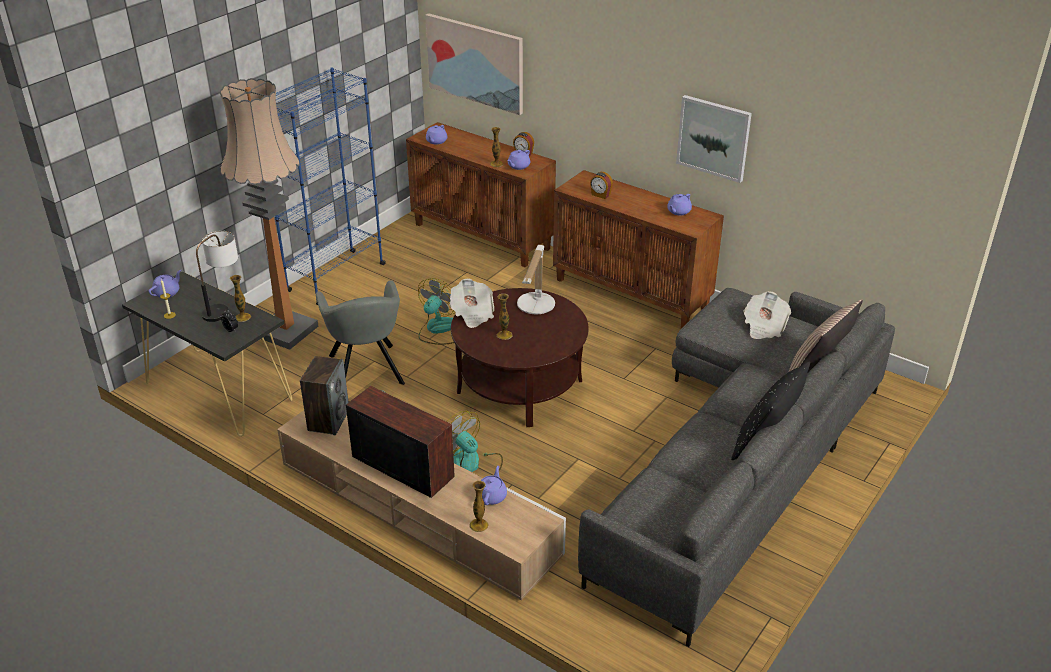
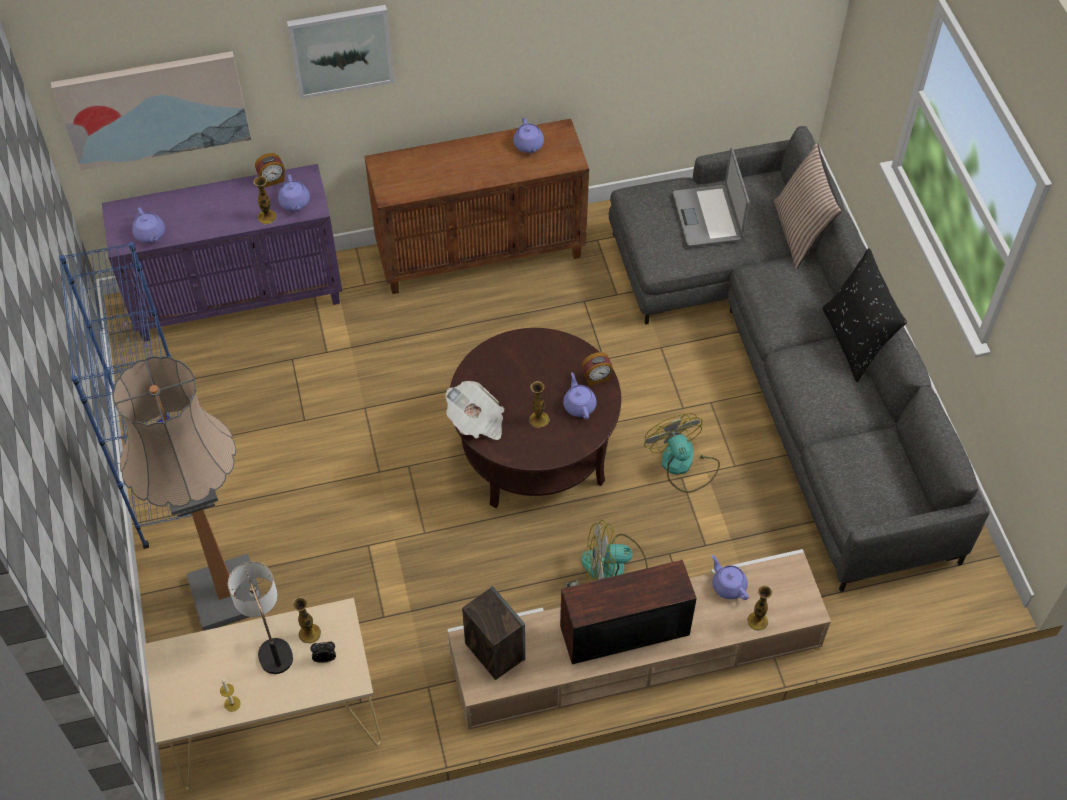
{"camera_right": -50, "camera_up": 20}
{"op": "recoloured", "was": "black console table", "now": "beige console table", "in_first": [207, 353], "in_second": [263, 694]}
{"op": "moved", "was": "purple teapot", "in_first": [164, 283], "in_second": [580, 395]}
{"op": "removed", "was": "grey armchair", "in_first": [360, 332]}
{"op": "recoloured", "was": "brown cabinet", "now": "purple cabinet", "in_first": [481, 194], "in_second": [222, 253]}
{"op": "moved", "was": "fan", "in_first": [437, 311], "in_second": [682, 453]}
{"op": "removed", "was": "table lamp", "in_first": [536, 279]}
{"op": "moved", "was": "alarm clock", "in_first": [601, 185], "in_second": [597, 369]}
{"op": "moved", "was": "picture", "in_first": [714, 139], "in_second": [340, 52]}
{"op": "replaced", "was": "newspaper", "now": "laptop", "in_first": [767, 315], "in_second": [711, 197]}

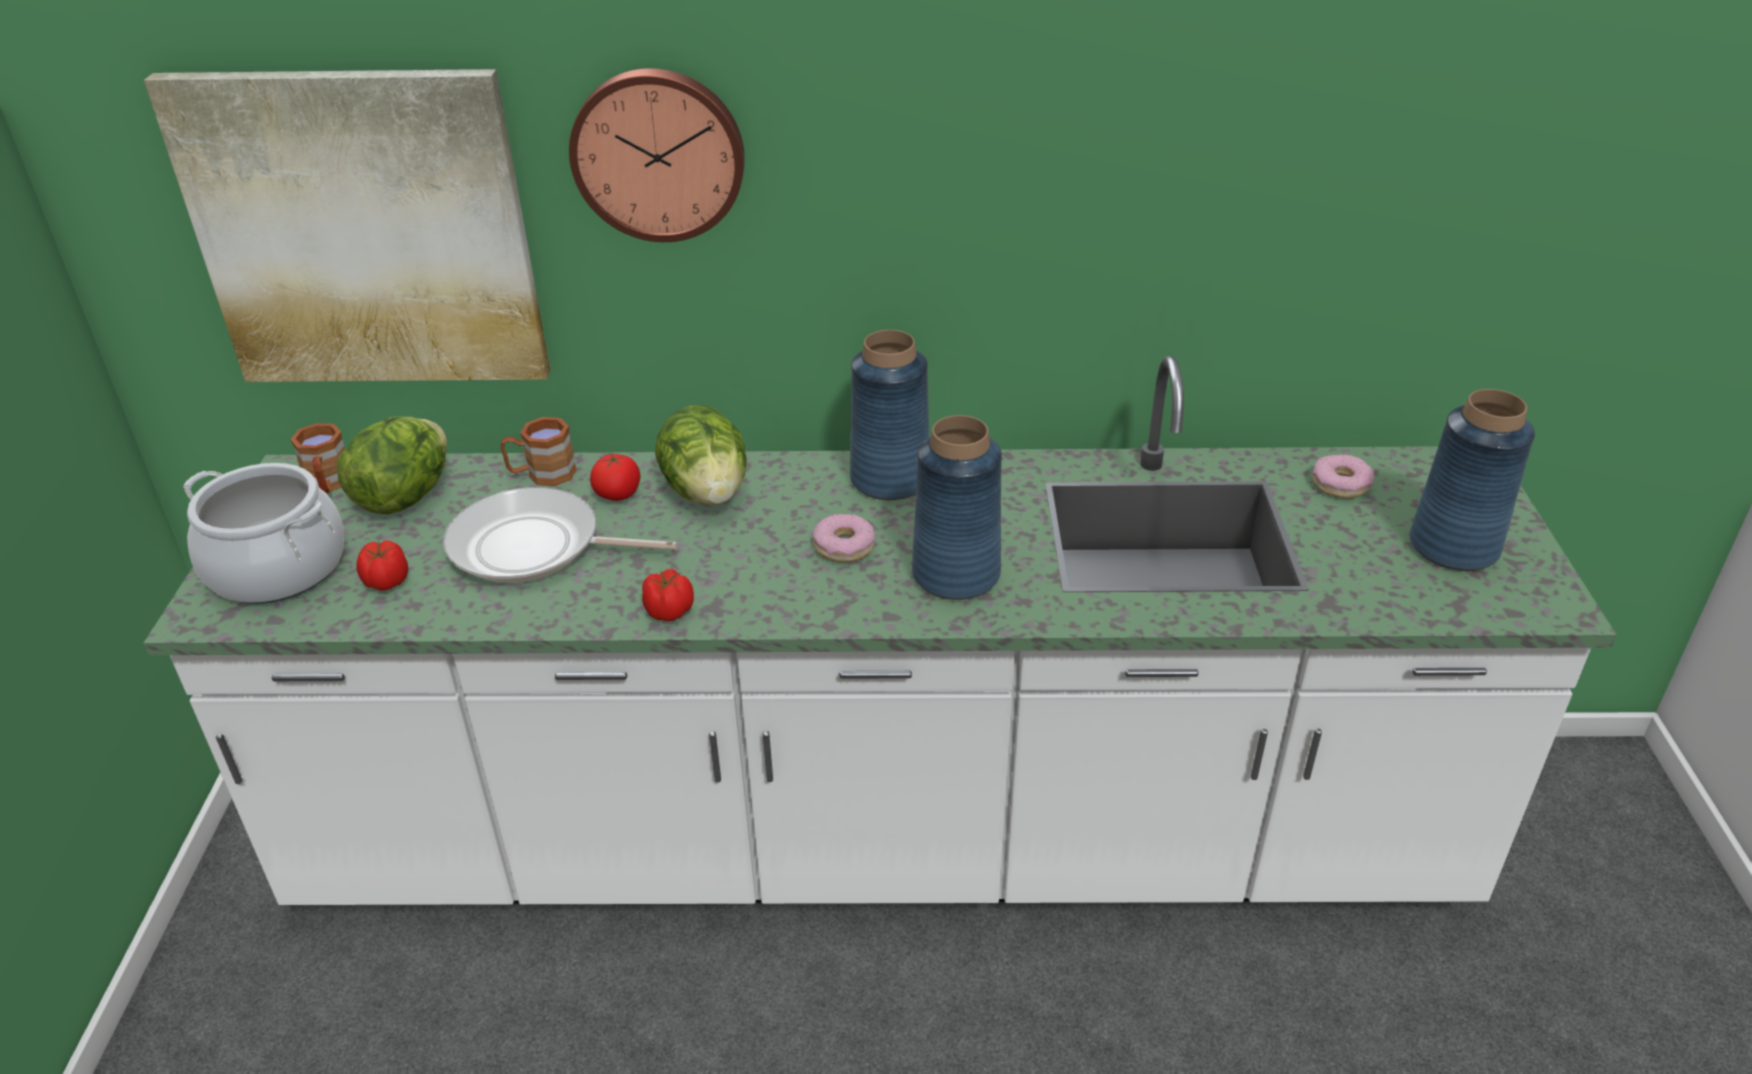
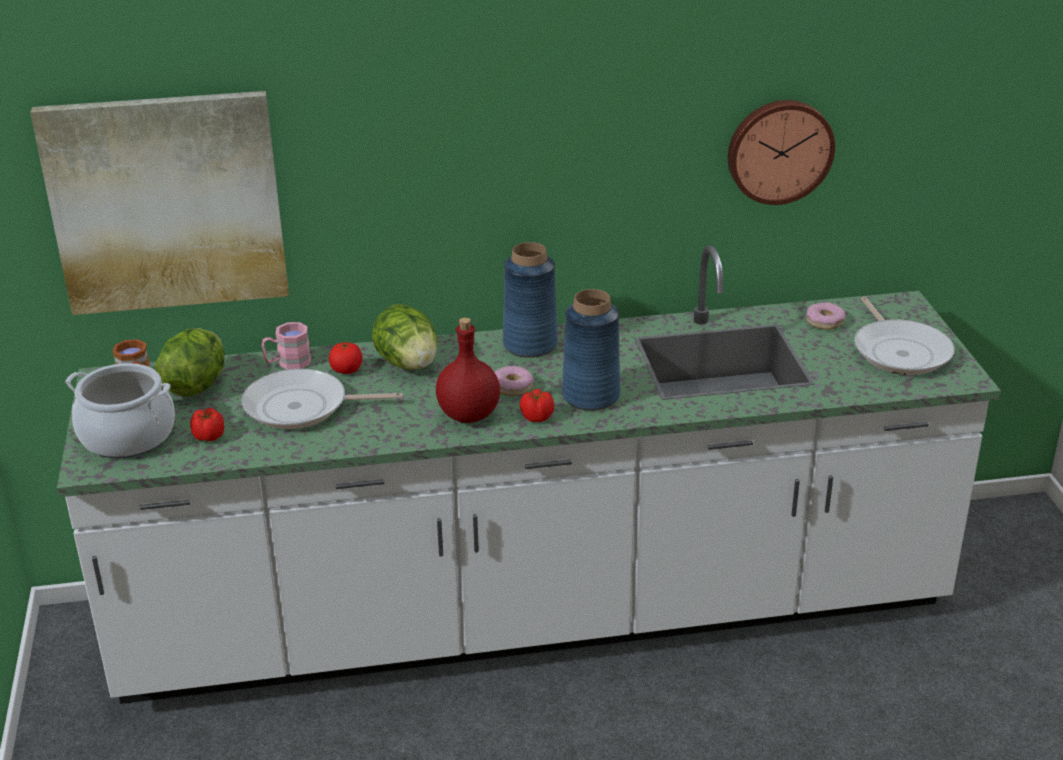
{"camera_right": -10, "camera_up": -5}
{"op": "recoloured", "was": "brown mug", "now": "pink mug", "in_first": [538, 451], "in_second": [286, 346]}
{"op": "moved", "was": "wall clock", "in_first": [657, 155], "in_second": [781, 152]}
{"op": "moved", "was": "tomato", "in_first": [668, 595], "in_second": [537, 405]}
{"op": "replaced", "was": "blue vase", "now": "frying pan", "in_first": [1472, 480], "in_second": [904, 336]}
{"op": "added", "now": "red bottle", "in_second": [468, 370]}

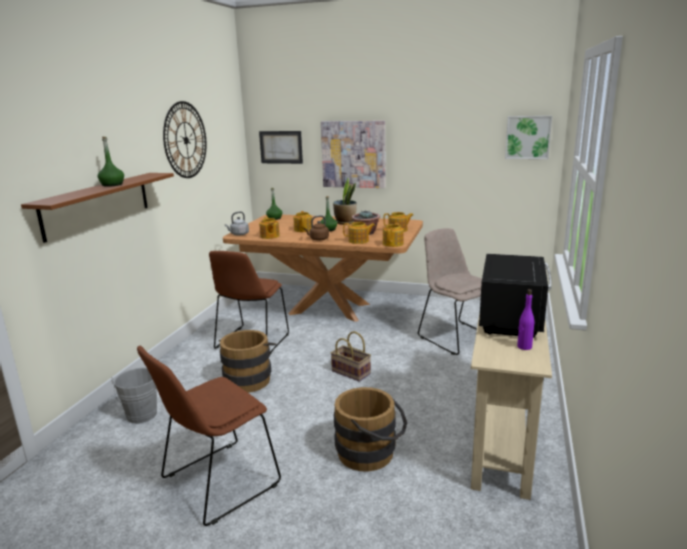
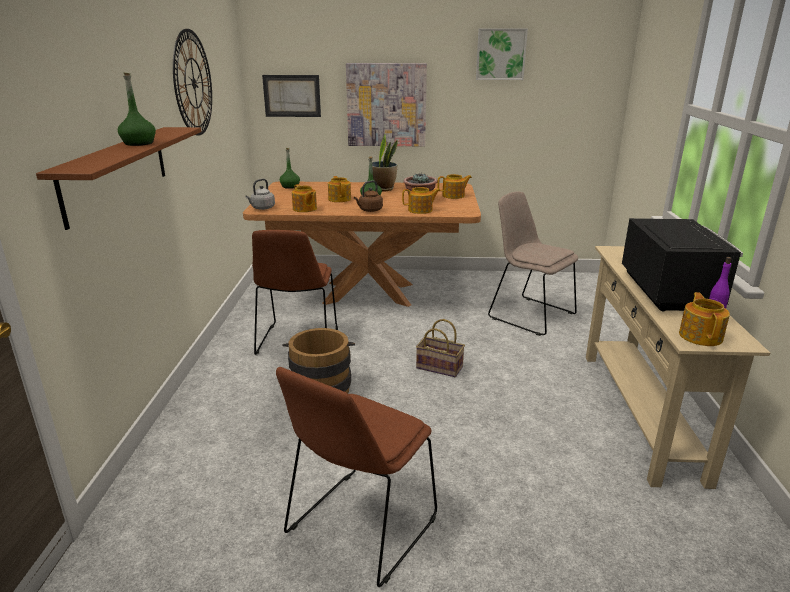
{"camera_right": -15, "camera_up": 5}
{"op": "removed", "was": "grey bucket", "in_first": [134, 396]}
{"op": "removed", "was": "brown bucket", "in_first": [370, 429]}
{"op": "moved", "was": "teapot", "in_first": [393, 235], "in_second": [704, 319]}
{"op": "moved", "was": "picture", "in_first": [528, 137], "in_second": [502, 54]}

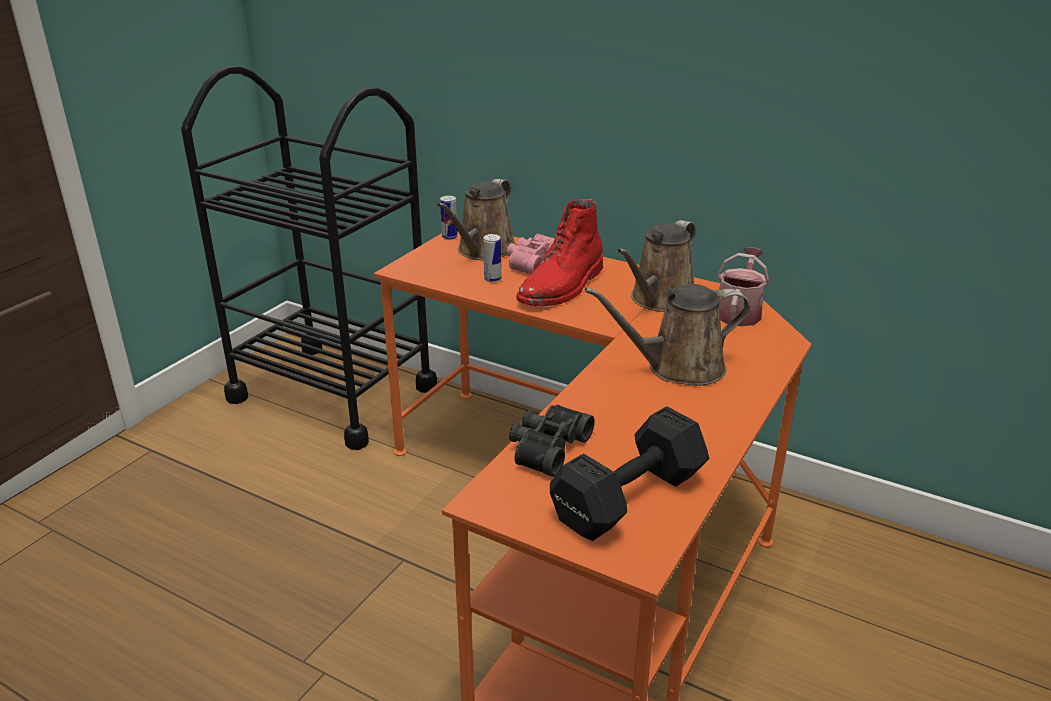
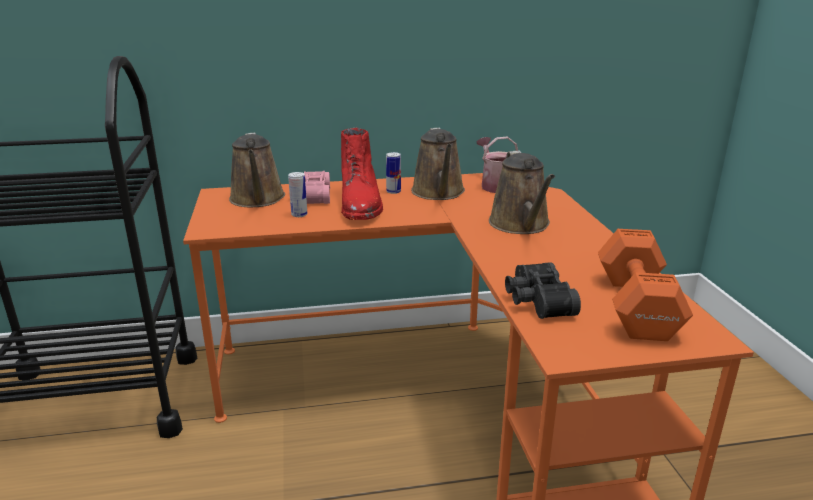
{"camera_right": -40, "camera_up": -5}
{"op": "moved", "was": "can", "in_first": [449, 218], "in_second": [393, 173]}
{"op": "recoloured", "was": "black dumbbell", "now": "orange dumbbell", "in_first": [629, 473], "in_second": [645, 285]}
{"op": "turned", "was": "brown watering can", "in_first": [667, 335], "in_second": [522, 192], "clockwise": -45}

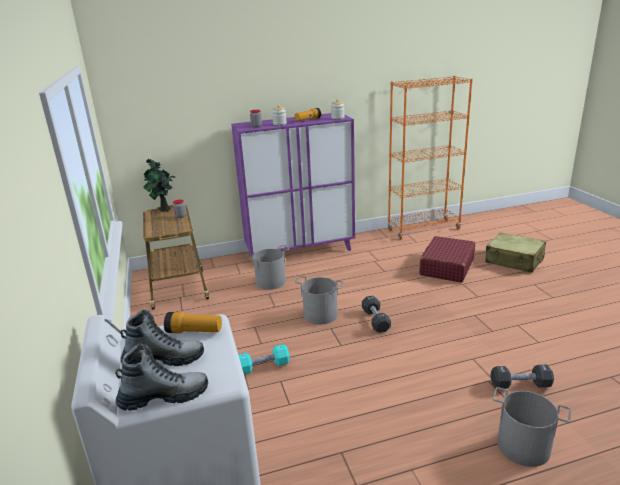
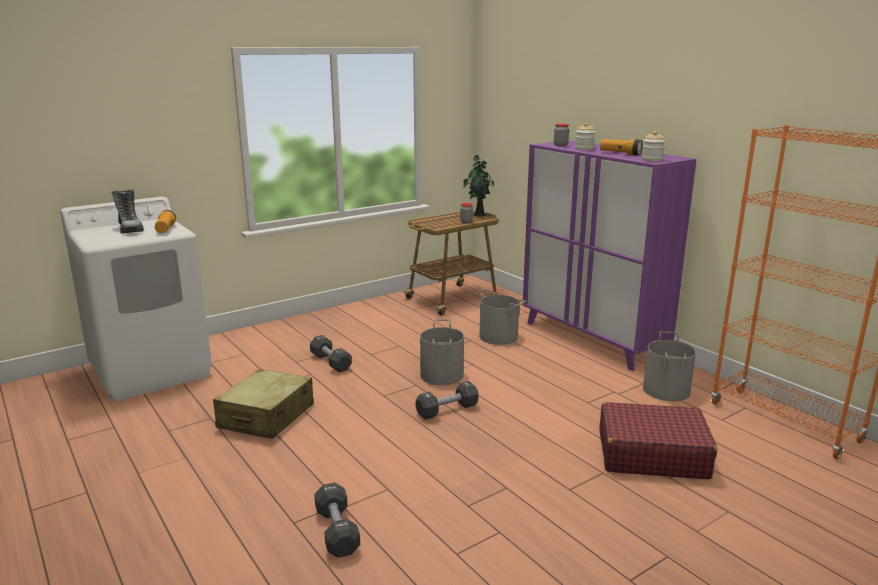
{"camera_right": 70, "camera_up": -5}
{"op": "removed", "was": "boot", "in_first": [161, 377]}
{"op": "recoloured", "was": "turquoise dumbbell", "now": "black dumbbell", "in_first": [264, 359], "in_second": [331, 353]}
{"op": "moved", "was": "beige suitcase", "in_first": [515, 253], "in_second": [263, 404]}
{"op": "moved", "was": "grey bucket", "in_first": [532, 427], "in_second": [669, 366]}

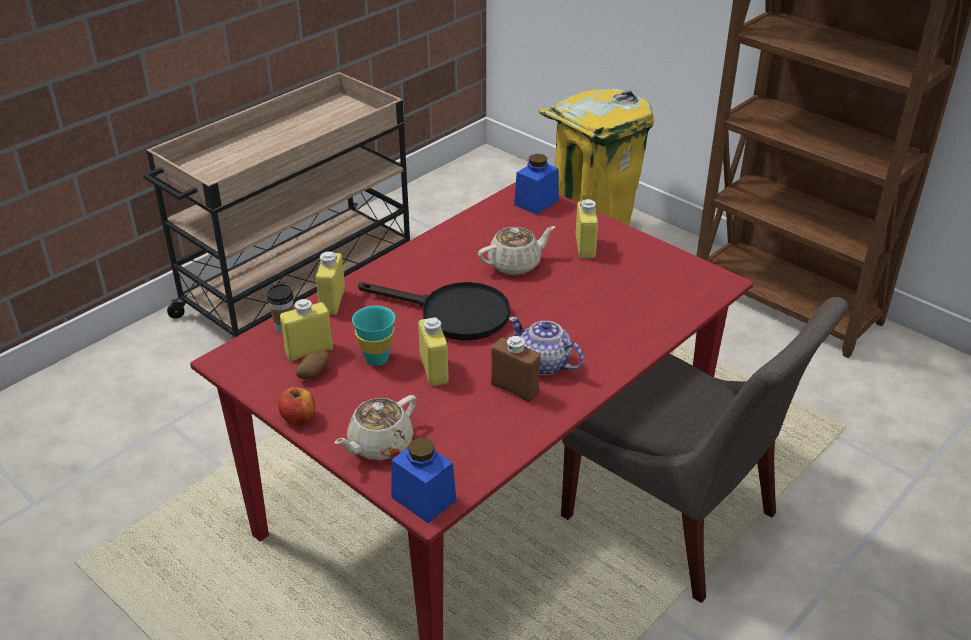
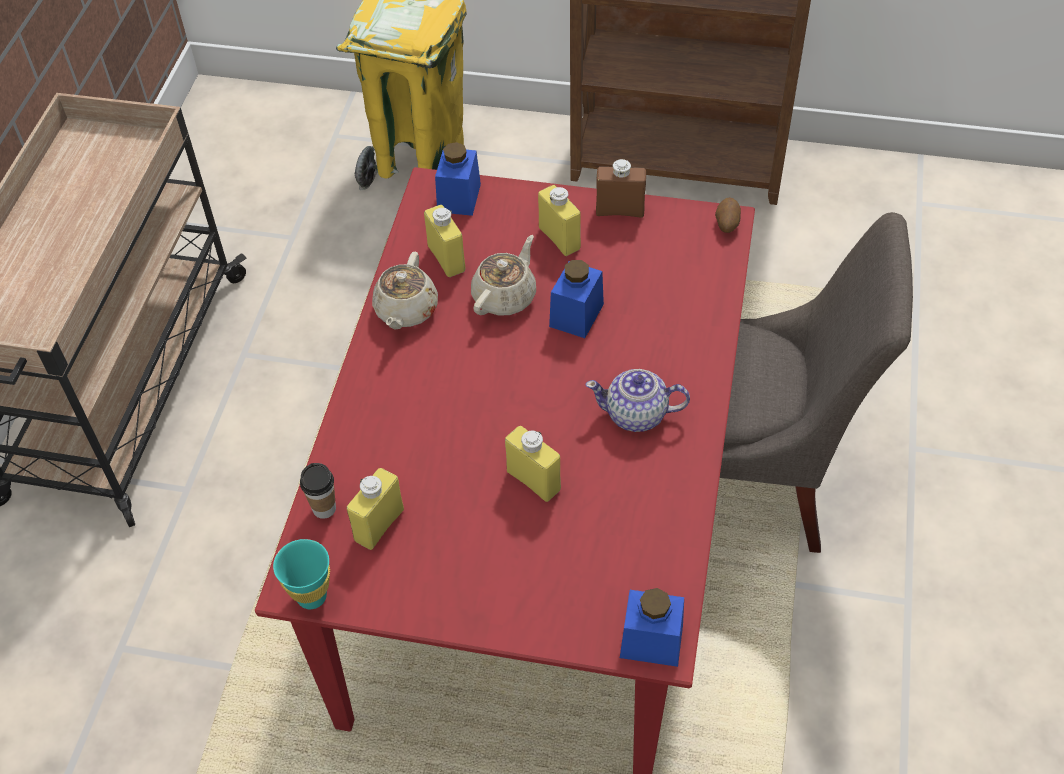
{"camera_right": -30, "camera_up": 15}
{"op": "removed", "was": "apple", "in_first": [296, 406]}
{"op": "moved", "was": "potato", "in_first": [312, 364], "in_second": [728, 215]}
{"op": "moved", "was": "yellow bottle", "in_first": [330, 283], "in_second": [444, 241]}
{"op": "moved", "was": "beige teapot", "in_first": [376, 427], "in_second": [405, 290]}
{"op": "moved", "was": "turquoise cup", "in_first": [373, 336], "in_second": [301, 574]}
{"op": "removed", "was": "black frying pan", "in_first": [434, 311]}
{"op": "moved", "was": "brown bottle", "in_first": [515, 369], "in_second": [621, 188]}
{"op": "added", "now": "blue jar", "in_second": [576, 299]}

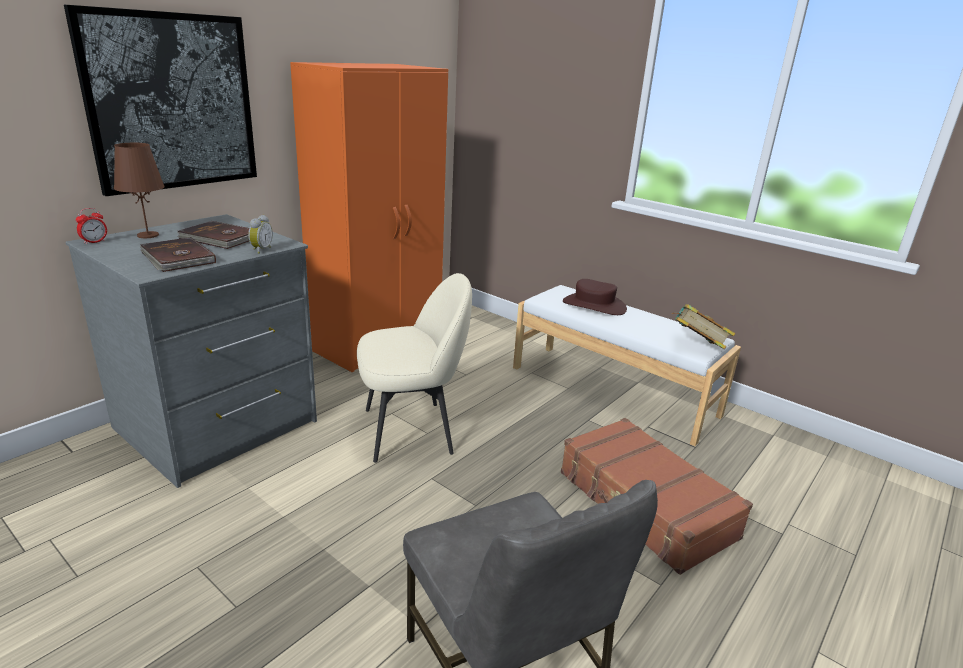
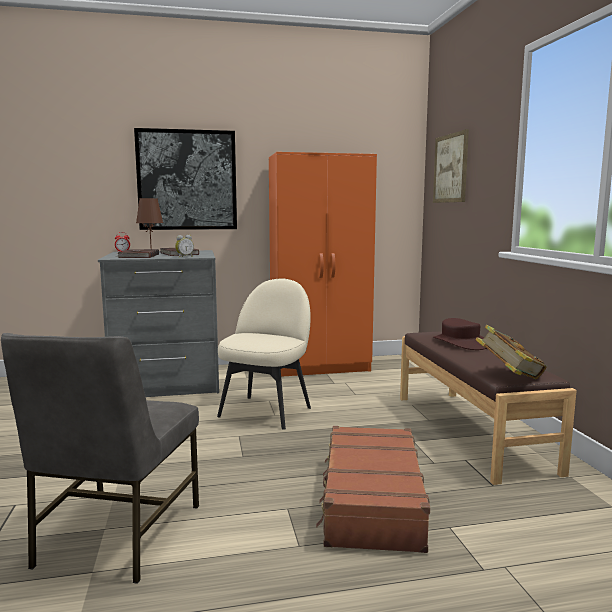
{"camera_right": 40, "camera_up": -15}
{"op": "turned", "was": "beige chair", "in_first": [414, 368], "in_second": [264, 354], "clockwise": -90}
{"op": "recoloured", "was": "white bench", "now": "brown bench", "in_first": [627, 365], "in_second": [488, 408]}
{"op": "added", "now": "picture", "in_second": [451, 166]}

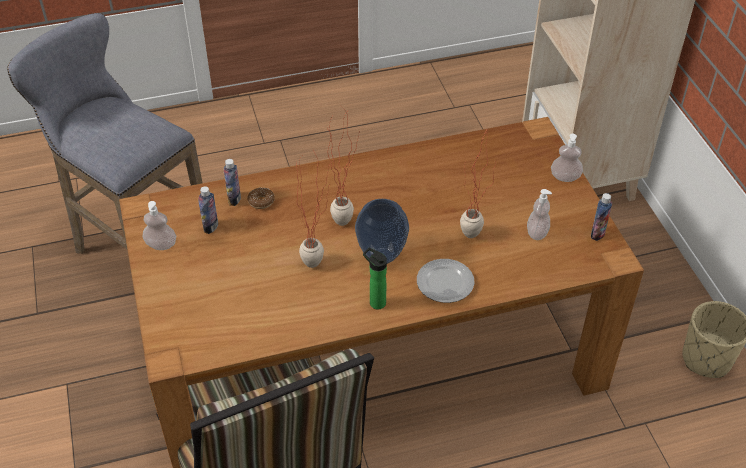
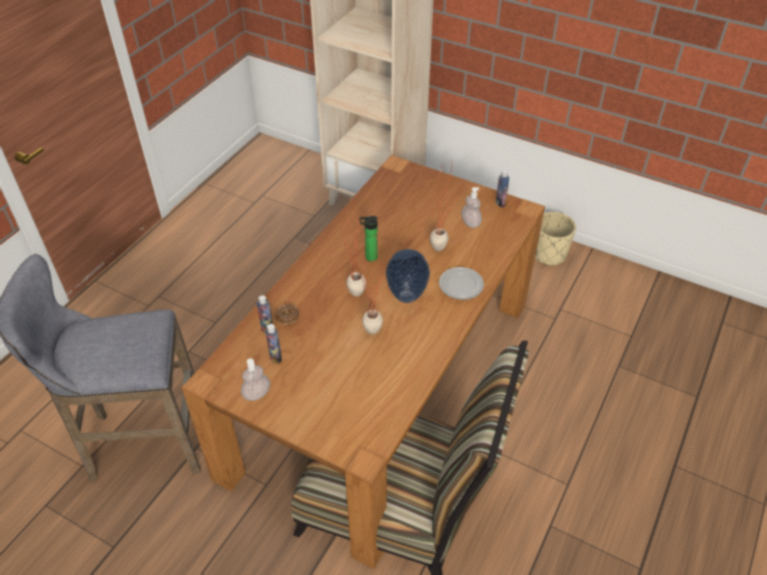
{"camera_right": -45, "camera_up": 0}
{"op": "moved", "was": "bottle", "in_first": [375, 278], "in_second": [368, 238]}
{"op": "removed", "was": "soap dispenser", "in_first": [567, 158]}

